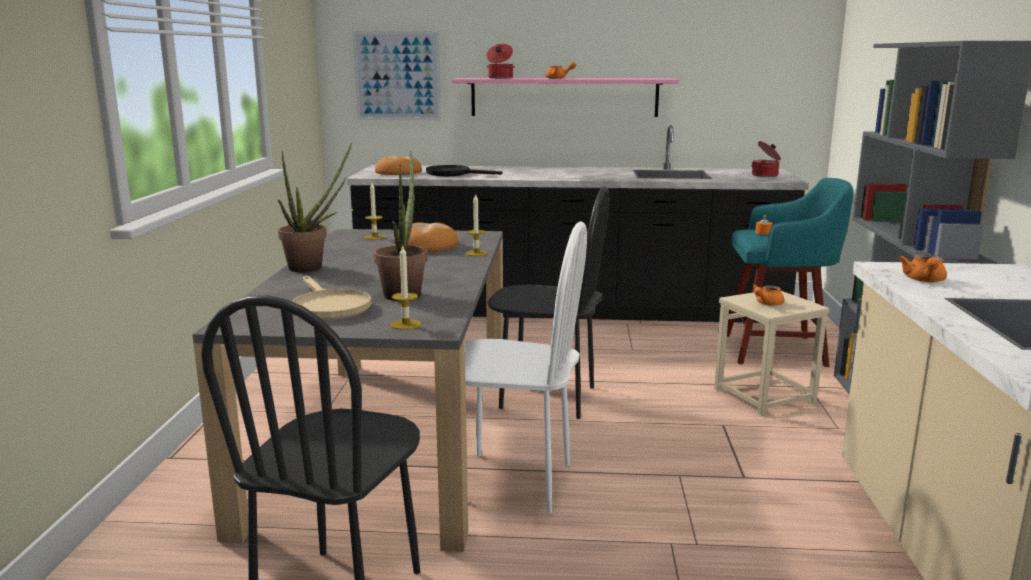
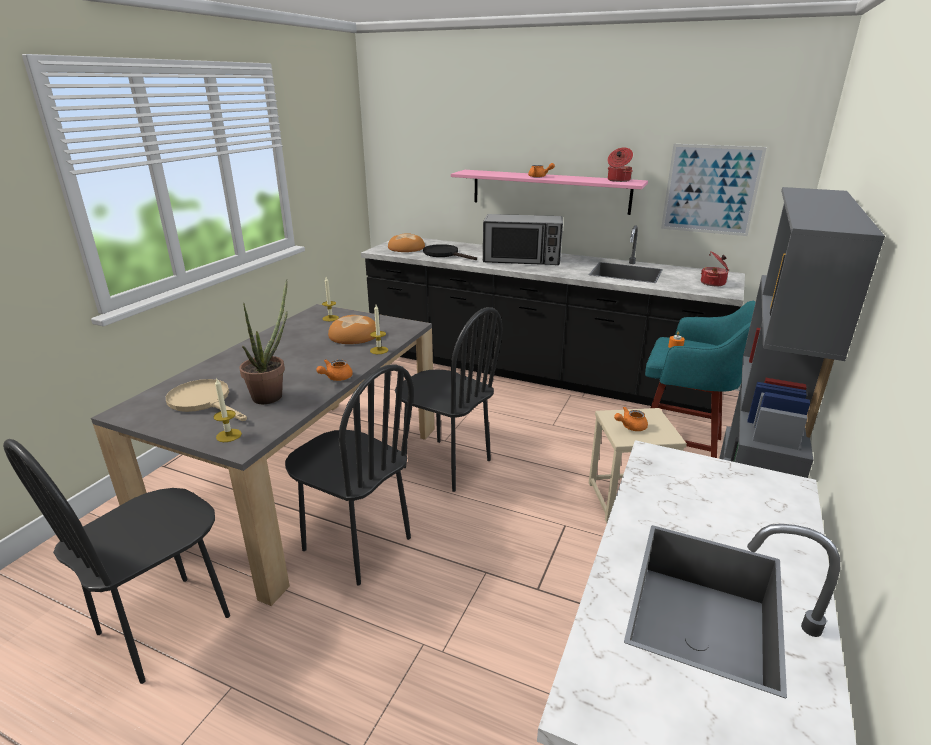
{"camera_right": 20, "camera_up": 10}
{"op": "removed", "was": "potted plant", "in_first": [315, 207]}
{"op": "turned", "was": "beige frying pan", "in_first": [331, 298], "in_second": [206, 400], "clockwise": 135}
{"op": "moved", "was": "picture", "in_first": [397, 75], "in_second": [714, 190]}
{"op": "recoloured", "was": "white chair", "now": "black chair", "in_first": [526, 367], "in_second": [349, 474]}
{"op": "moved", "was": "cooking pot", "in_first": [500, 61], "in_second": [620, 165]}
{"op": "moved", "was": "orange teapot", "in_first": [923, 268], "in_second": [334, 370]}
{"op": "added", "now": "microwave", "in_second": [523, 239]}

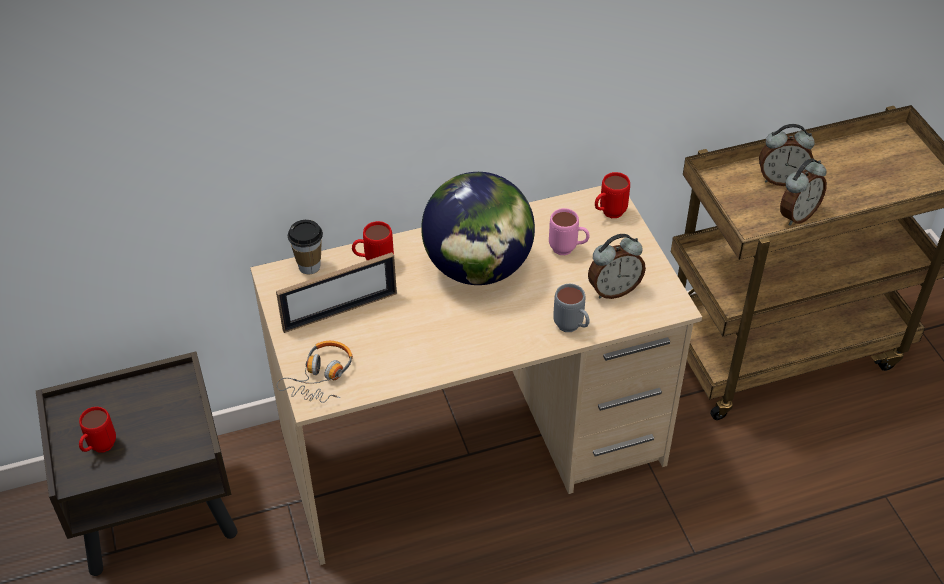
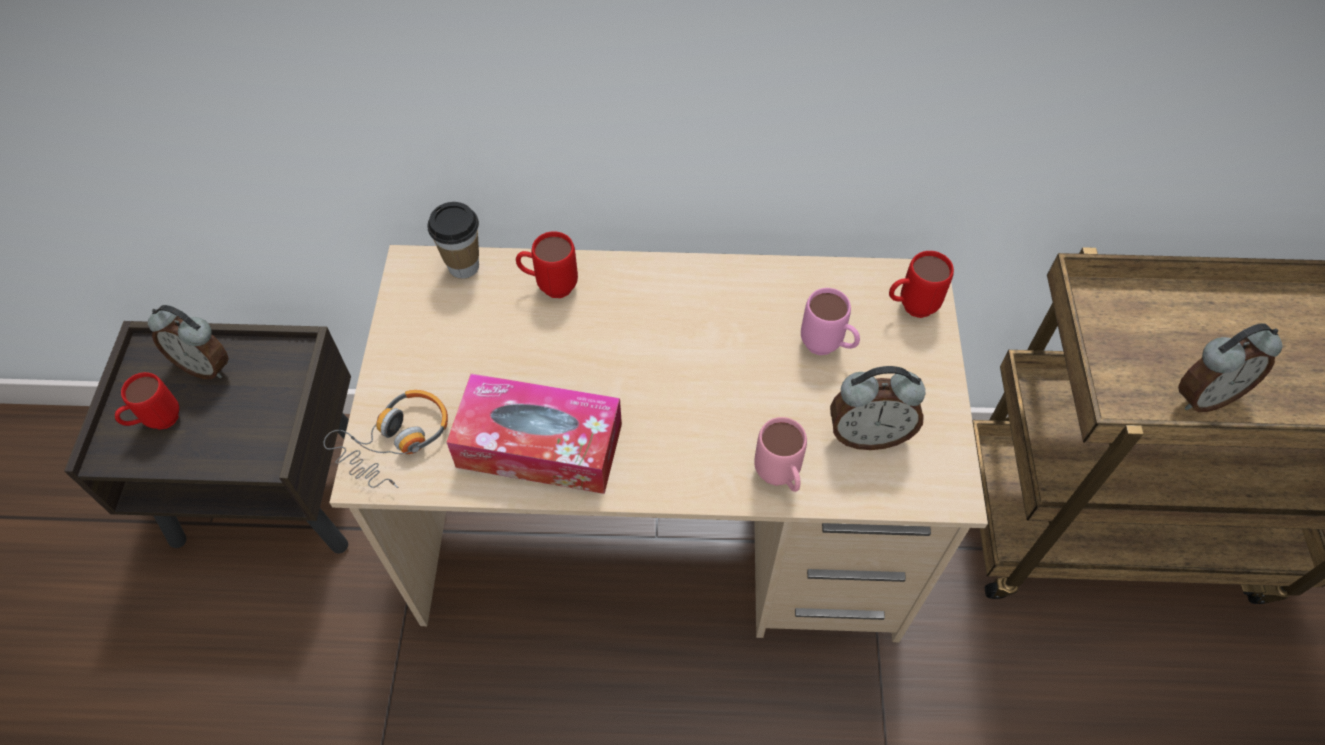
{"camera_right": 20, "camera_up": 10}
{"op": "removed", "was": "picture frame", "in_first": [336, 292]}
{"op": "removed", "was": "globe", "in_first": [478, 228]}
{"op": "recoloured", "was": "grey mug", "now": "pink mug", "in_first": [571, 308], "in_second": [780, 454]}
{"op": "moved", "was": "alarm clock", "in_first": [787, 155], "in_second": [188, 342]}
{"op": "added", "now": "tissue box", "in_second": [534, 433]}

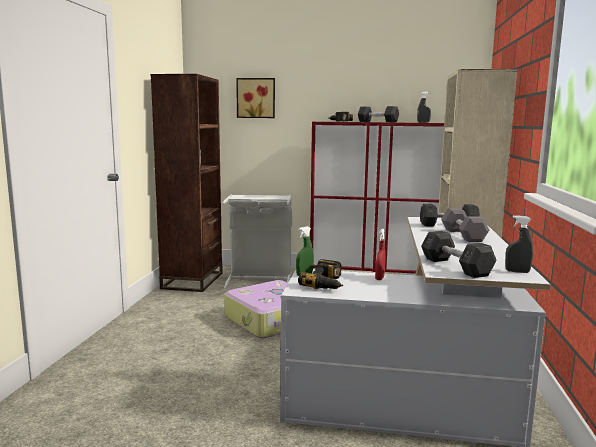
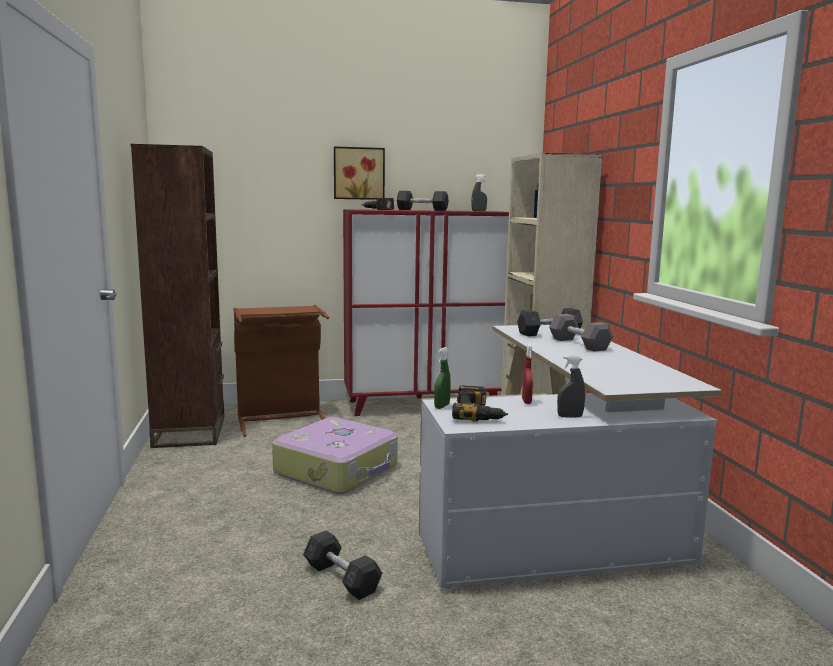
{"camera_right": -20, "camera_up": 0}
{"op": "recoloured", "was": "grey laundry basket", "now": "brown laundry basket", "in_first": [257, 241], "in_second": [281, 371]}
{"op": "moved", "was": "picture", "in_first": [255, 98], "in_second": [359, 173]}
{"op": "moved", "was": "grey dumbbell", "in_first": [458, 254], "in_second": [342, 565]}
{"op": "moved", "was": "grey spray bottle", "in_first": [519, 244], "in_second": [571, 387]}

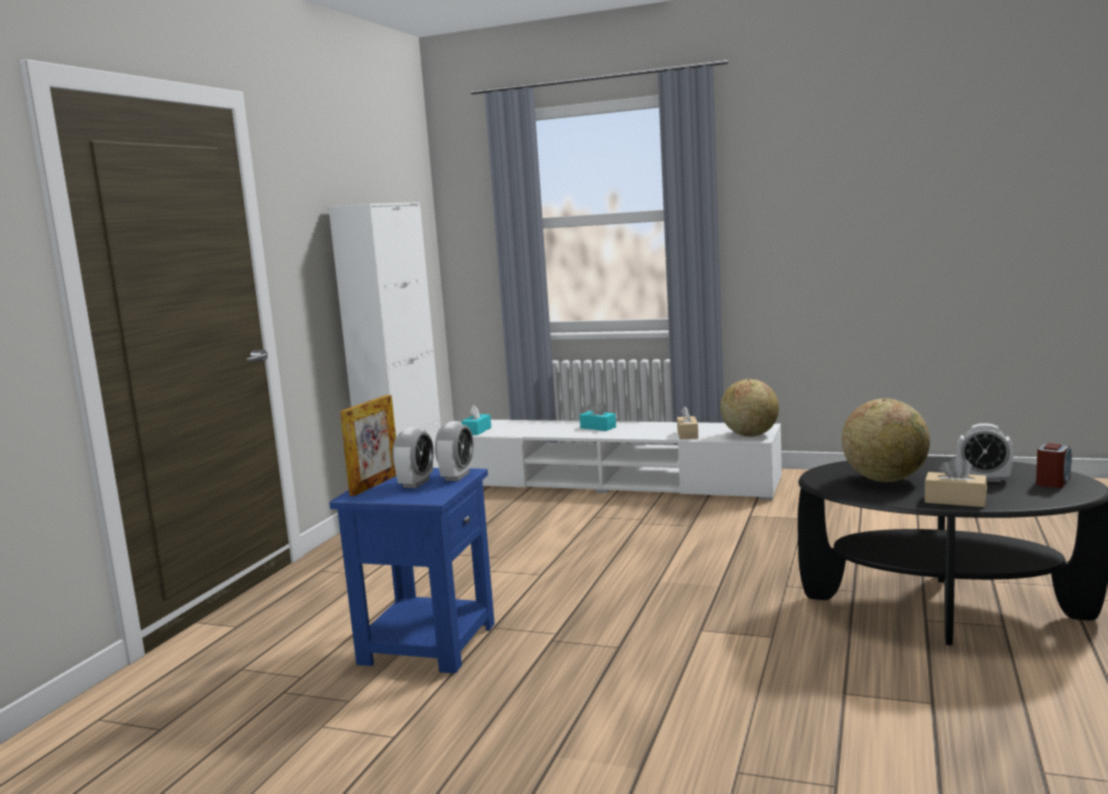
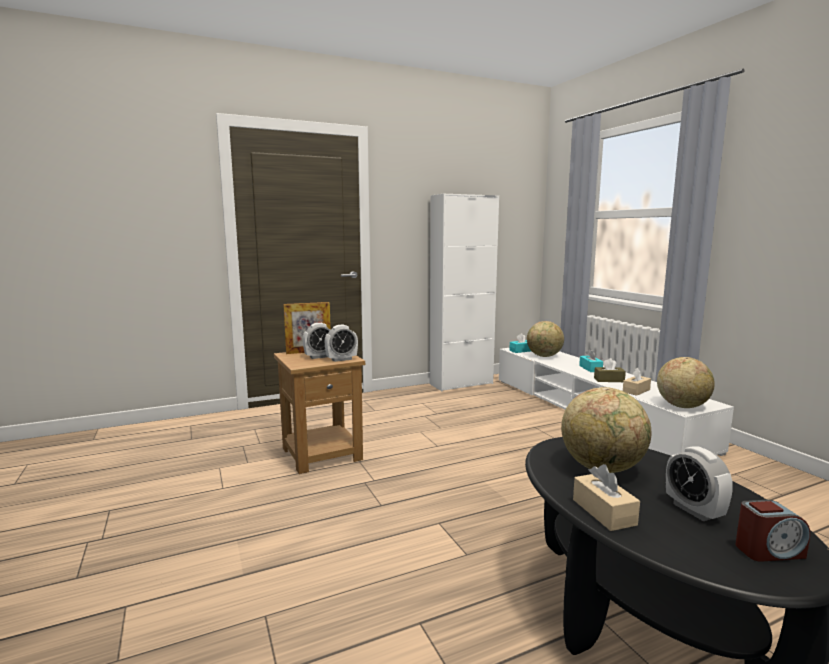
{"camera_right": 45, "camera_up": 0}
{"op": "recoloured", "was": "blue side table", "now": "brown side table", "in_first": [412, 571], "in_second": [319, 413]}
{"op": "added", "now": "globe", "in_second": [545, 339]}
{"op": "added", "now": "brown tissue box", "in_second": [610, 370]}

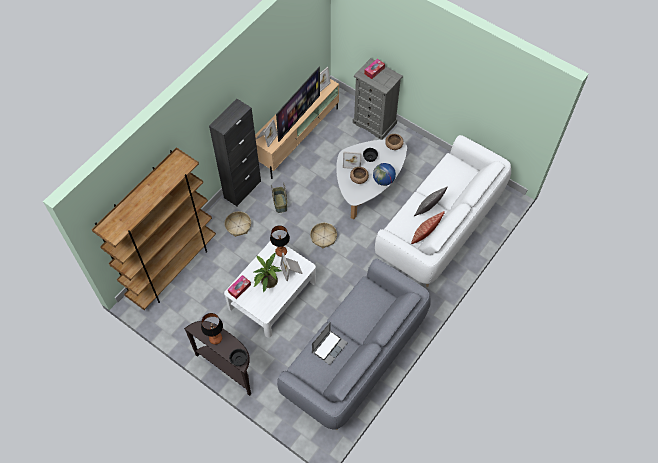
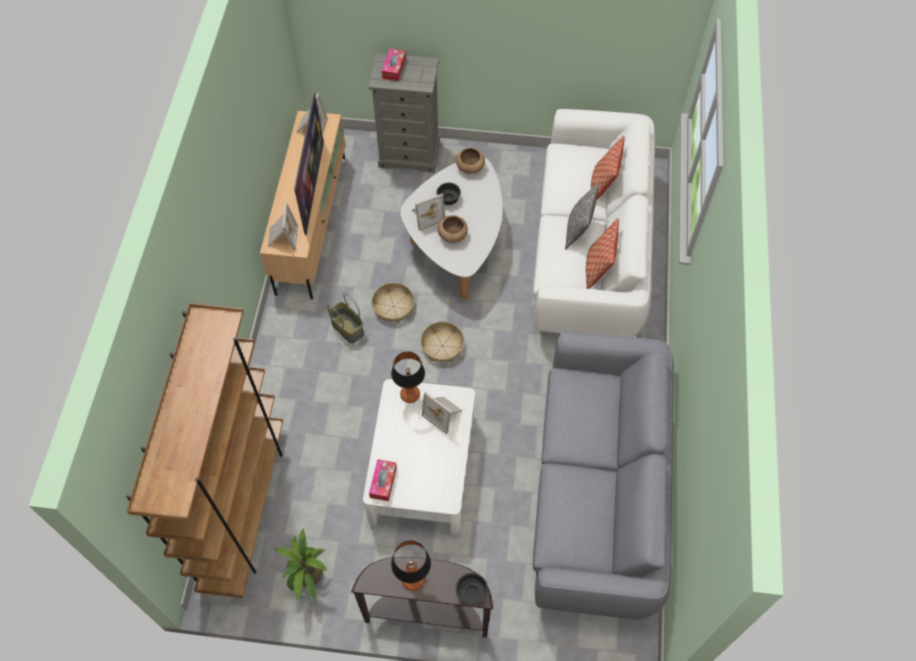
{"camera_right": -30, "camera_up": 0}
{"op": "removed", "was": "black cabinet", "in_first": [235, 152]}
{"op": "moved", "was": "basket", "in_first": [238, 224], "in_second": [392, 303]}
{"op": "moved", "was": "potted plant", "in_first": [268, 273], "in_second": [300, 565]}
{"op": "removed", "was": "laptop", "in_first": [330, 343]}
{"op": "removed", "was": "globe", "in_first": [384, 174]}
{"op": "added", "now": "pillow", "in_second": [608, 167]}

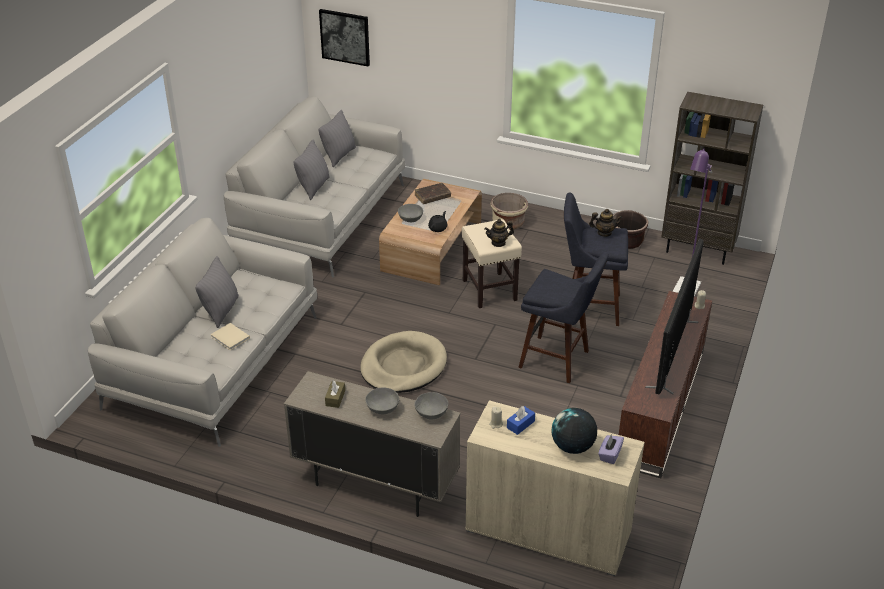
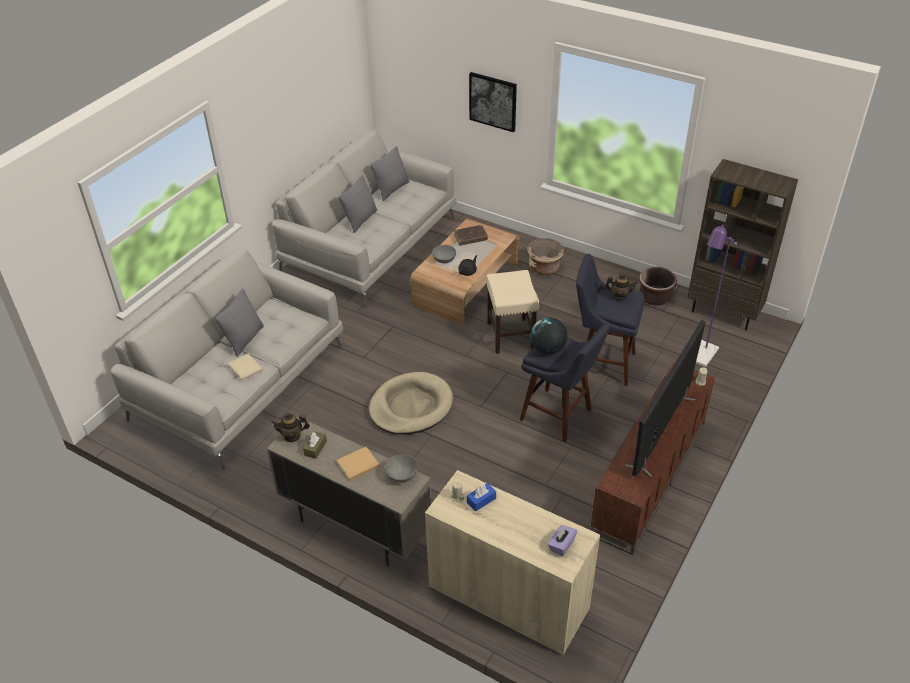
{"camera_right": 10, "camera_up": 5}
{"op": "moved", "was": "picture", "in_first": [344, 37], "in_second": [493, 102]}
{"op": "replaced", "was": "grey bowl", "now": "beige book", "in_first": [382, 401], "in_second": [358, 464]}
{"op": "moved", "was": "teapot", "in_first": [499, 233], "in_second": [290, 427]}
{"op": "moved", "was": "globe", "in_first": [574, 431], "in_second": [548, 336]}

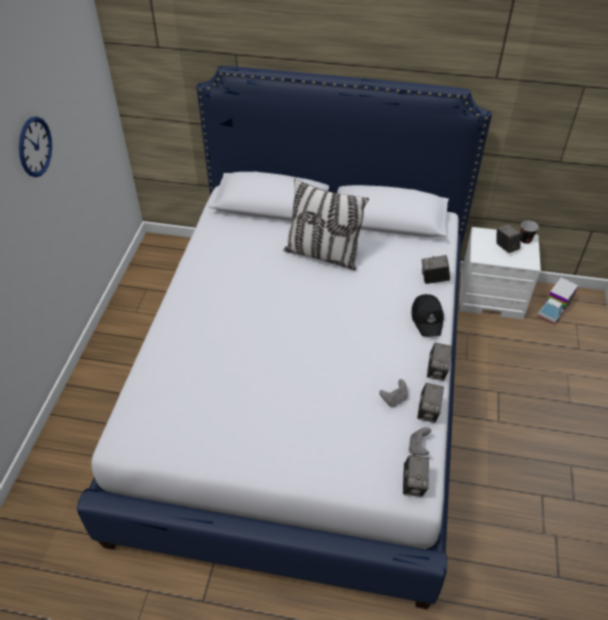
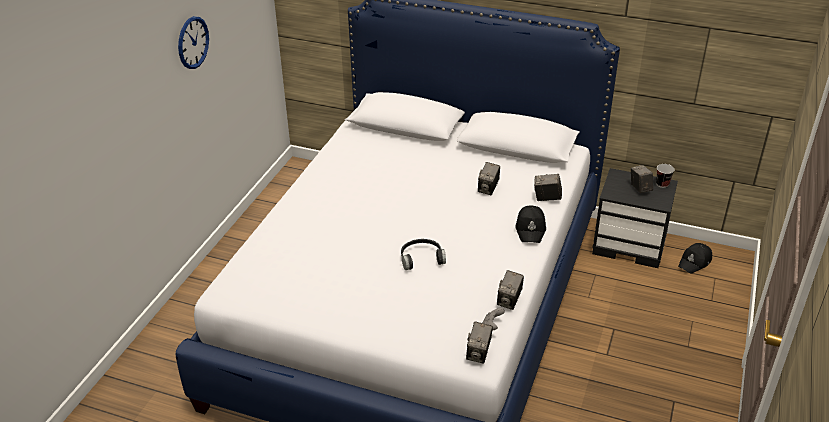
{"camera_right": 10, "camera_up": -10}
{"op": "removed", "was": "pillow", "in_first": [326, 224]}
{"op": "removed", "was": "grey game controller", "in_first": [393, 393]}
{"op": "moved", "was": "photo camera", "in_first": [439, 362], "in_second": [489, 178]}
{"op": "recoloured", "was": "white nightstand", "now": "black nightstand", "in_first": [500, 273], "in_second": [635, 218]}
{"op": "replaced", "was": "toy truck", "now": "black cap", "in_first": [557, 300], "in_second": [695, 258]}
{"op": "added", "now": "black headphones", "in_second": [423, 254]}

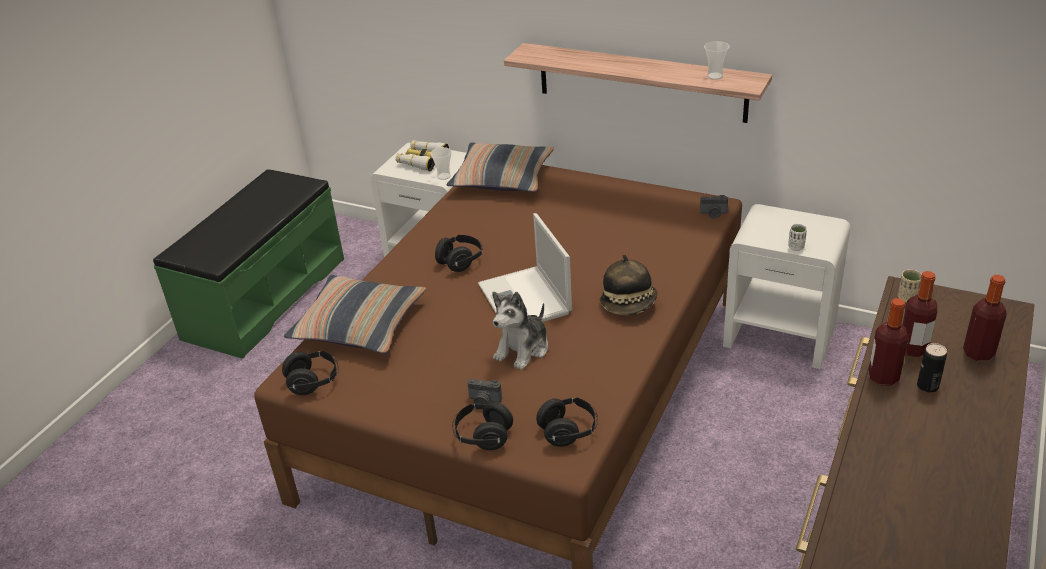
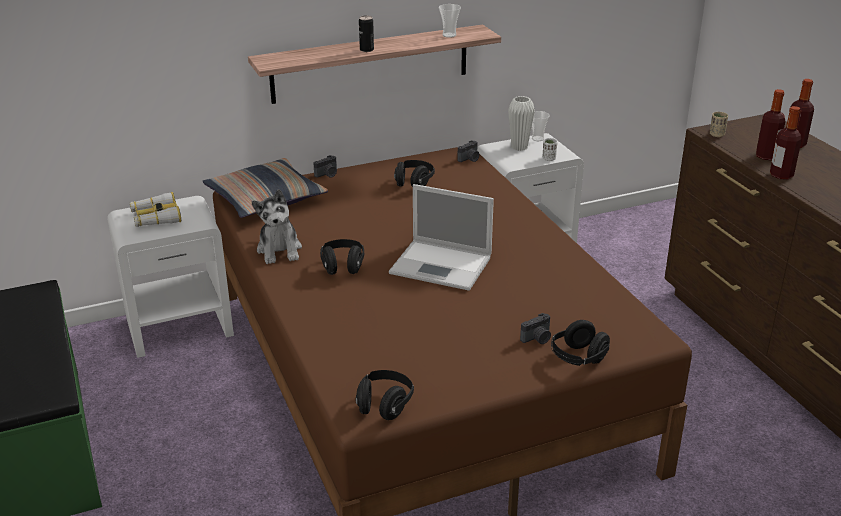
{"camera_right": -50, "camera_up": -5}
{"op": "removed", "was": "pillow", "in_first": [355, 314]}
{"op": "moved", "was": "cup", "in_first": [441, 163], "in_second": [541, 126]}
{"op": "moved", "was": "plush toy", "in_first": [520, 331], "in_second": [277, 226]}
{"op": "moved", "was": "black headphones", "in_first": [567, 422], "in_second": [414, 173]}
{"op": "removed", "was": "hat", "in_first": [629, 284]}
{"op": "moved", "was": "can", "in_first": [932, 368], "in_second": [366, 34]}
{"op": "added", "now": "photo camera", "in_second": [325, 166]}
{"op": "added", "now": "white vase", "in_second": [521, 123]}

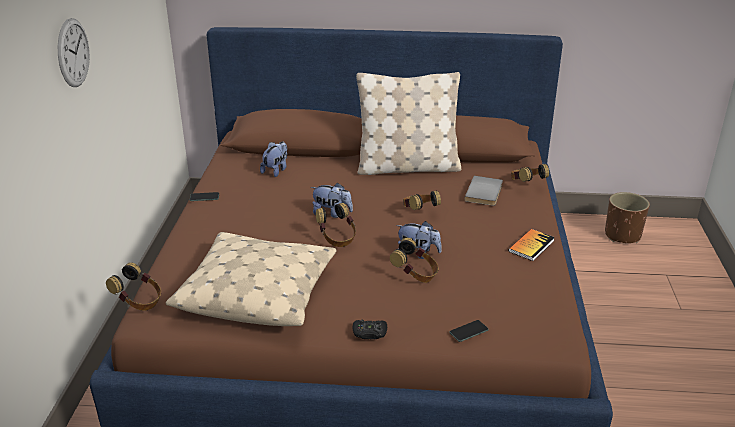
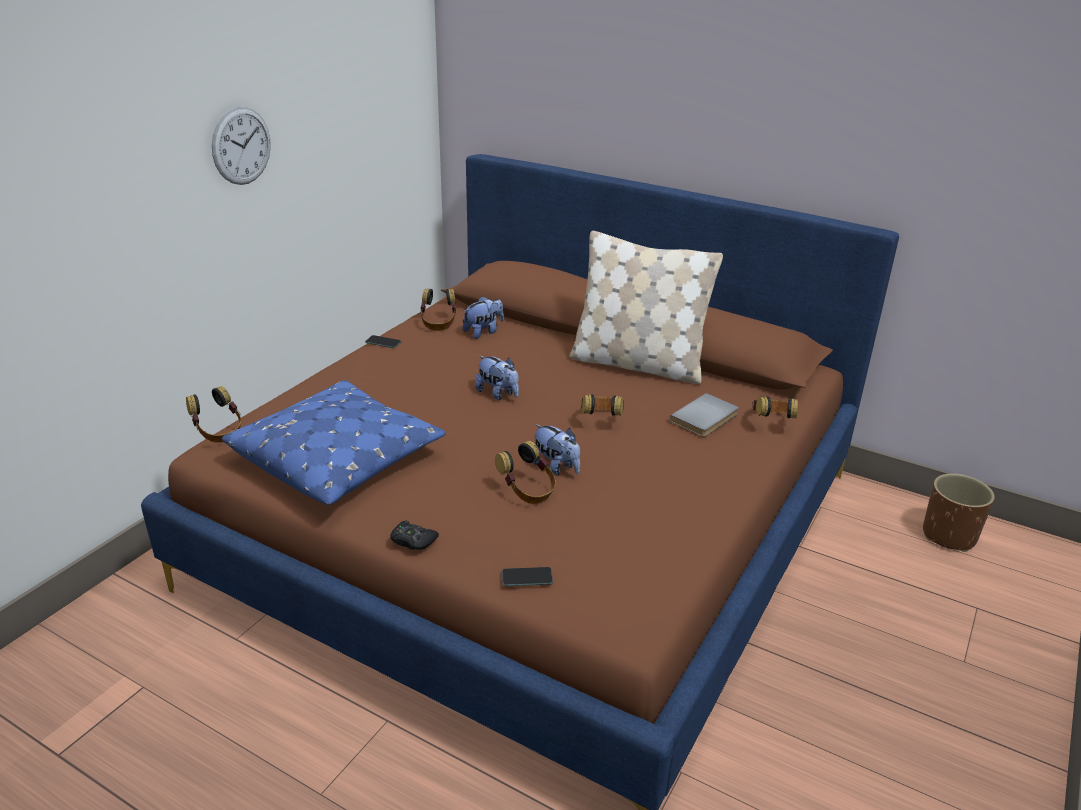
{"camera_right": 25, "camera_up": 0}
{"op": "recoloured", "was": "beige pillow", "now": "blue pillow", "in_first": [251, 279], "in_second": [334, 442]}
{"op": "moved", "was": "headphones", "in_first": [336, 225], "in_second": [438, 310]}
{"op": "removed", "was": "book", "in_first": [531, 245]}

